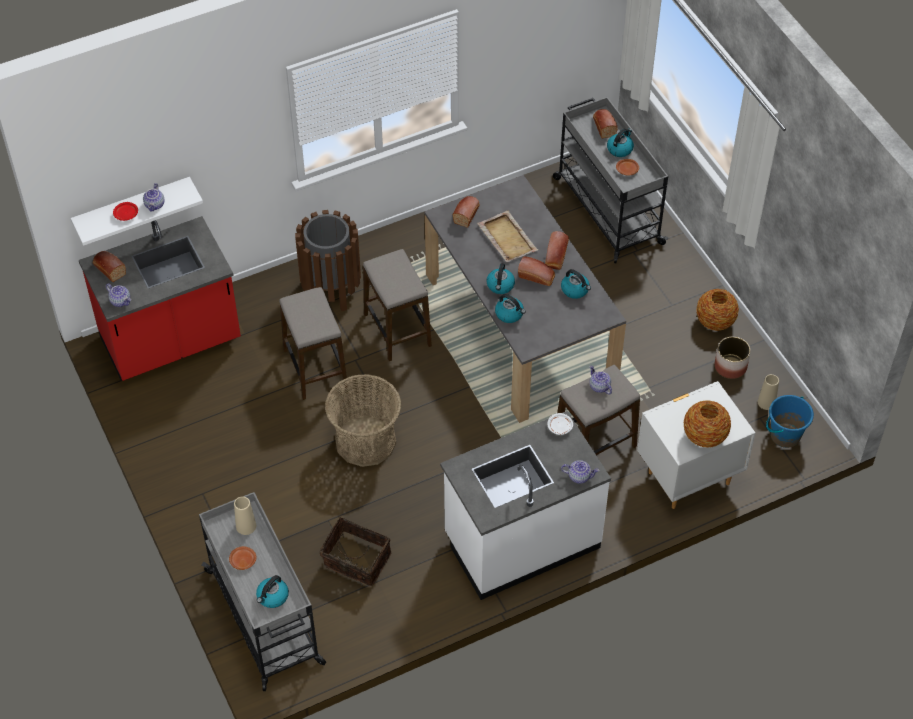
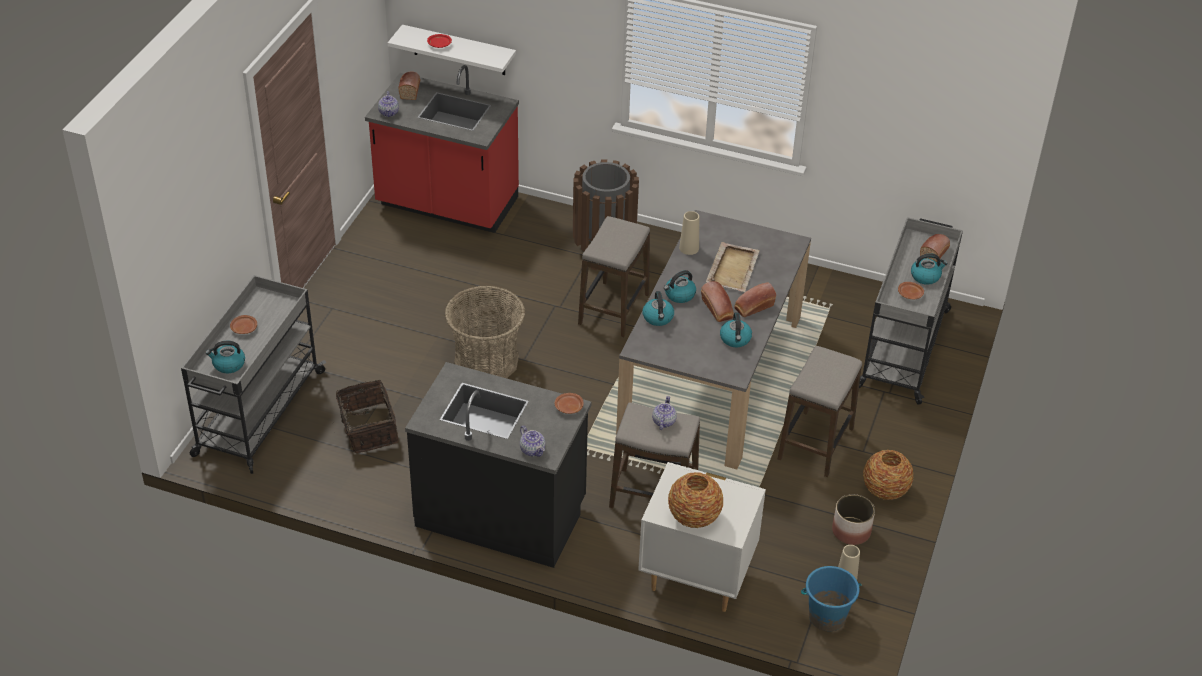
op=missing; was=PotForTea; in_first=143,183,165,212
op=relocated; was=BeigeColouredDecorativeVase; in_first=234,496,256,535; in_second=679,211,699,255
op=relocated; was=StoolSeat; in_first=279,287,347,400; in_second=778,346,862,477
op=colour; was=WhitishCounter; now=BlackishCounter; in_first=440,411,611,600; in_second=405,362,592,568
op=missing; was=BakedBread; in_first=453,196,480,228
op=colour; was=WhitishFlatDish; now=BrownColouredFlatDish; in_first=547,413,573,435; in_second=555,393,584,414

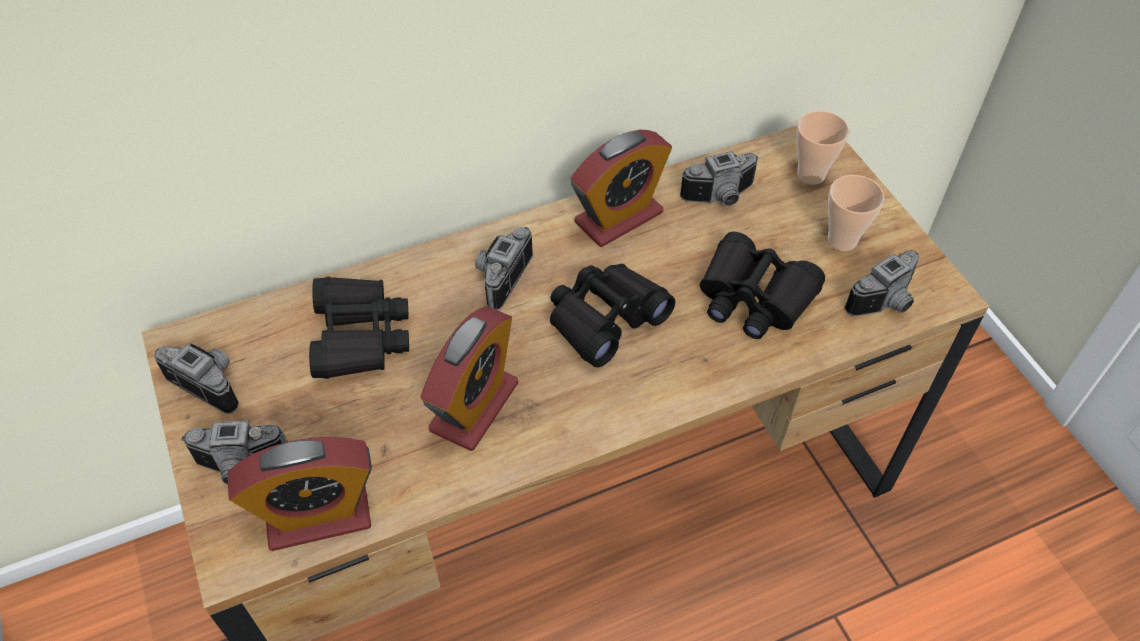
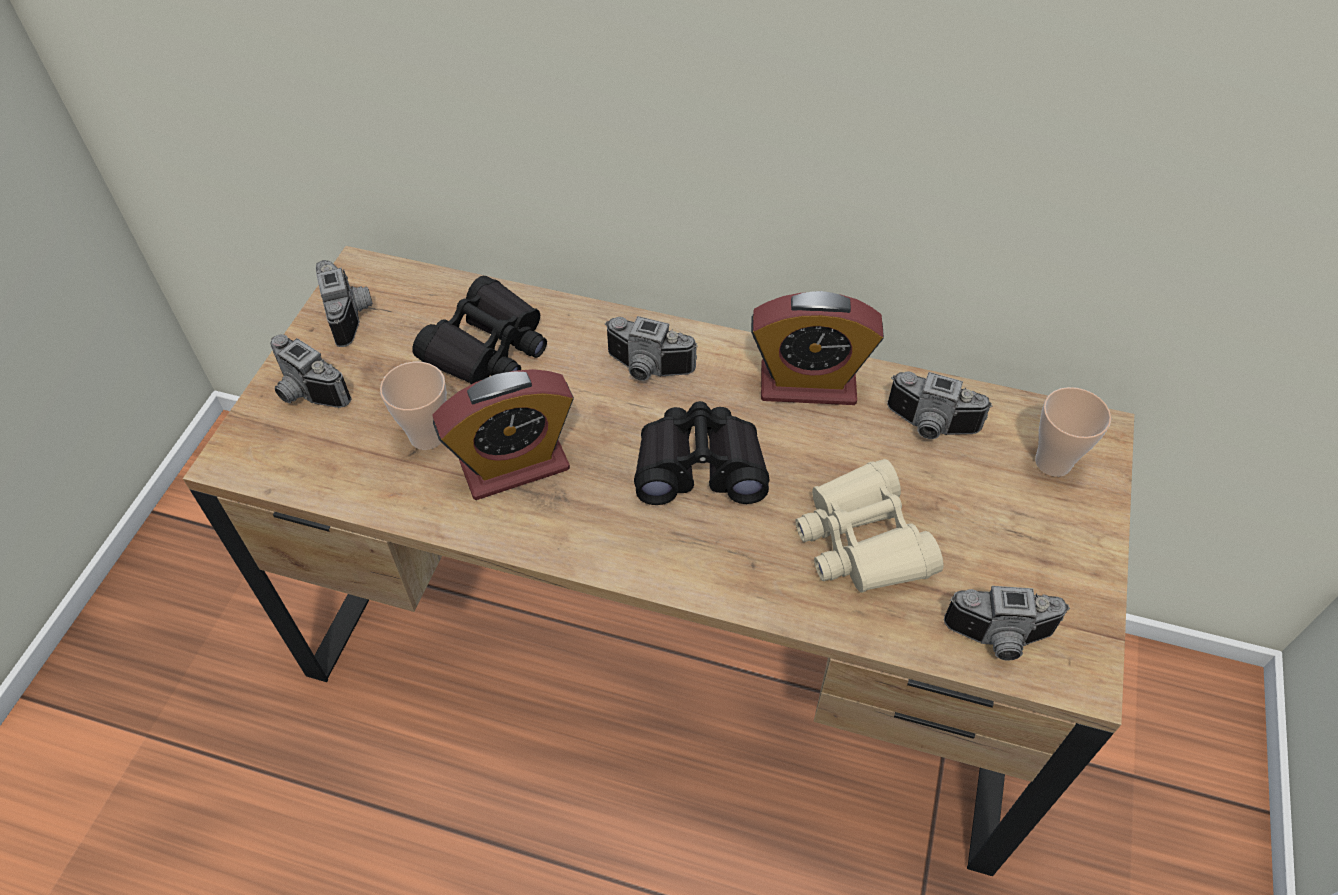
op=missing; was=AlarmClock; in_first=227,437,372,551
op=spun; was=PhotoCamera; in_first=475,227,533,310; in_second=605,316,698,381; clockwise=-135
op=colour; was=BlackishBinoculars; now=BeigeColouredBinoculars; in_first=700,232,825,339; in_second=795,459,944,593
op=relocated; was=SmallCup; in_first=828,175,885,251; in_second=380,362,447,450

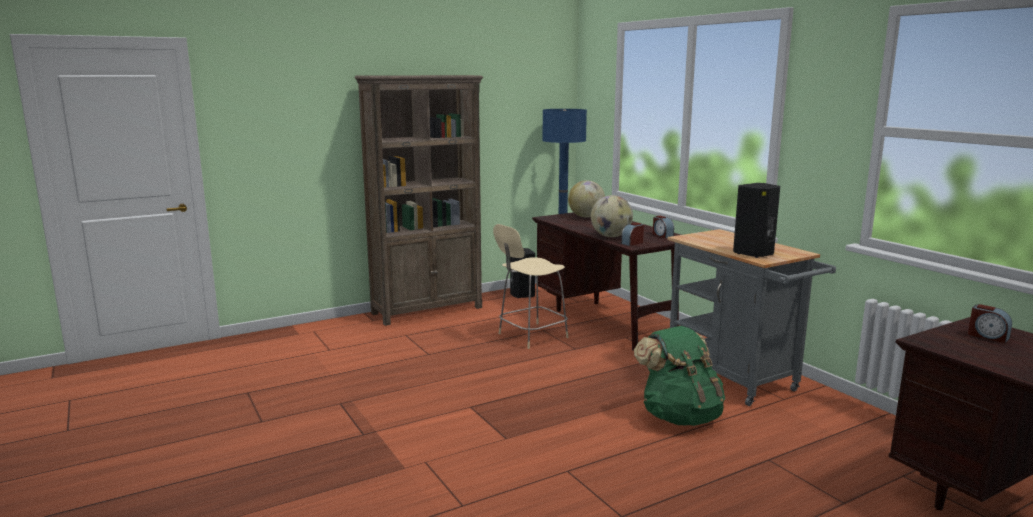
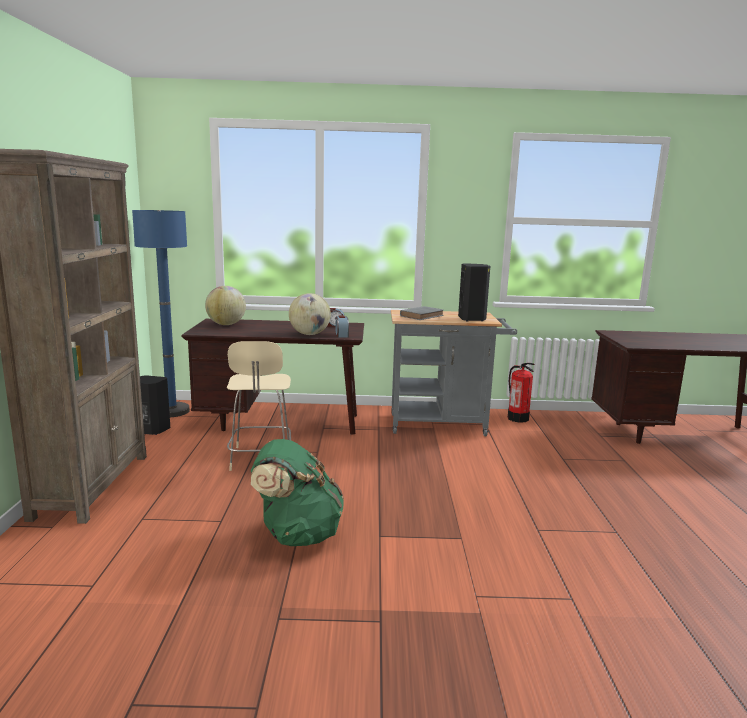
op=relocated; was=GreenishBackpack; in_first=634,326,725,426; in_second=251,439,344,546
op=missing; was=AlarmClock; in_first=968,304,1012,343
op=appeared; now=GrayBoundBook; in_second=400,306,444,320
op=appeared; now=FireExtinguisher; in_second=508,363,535,423

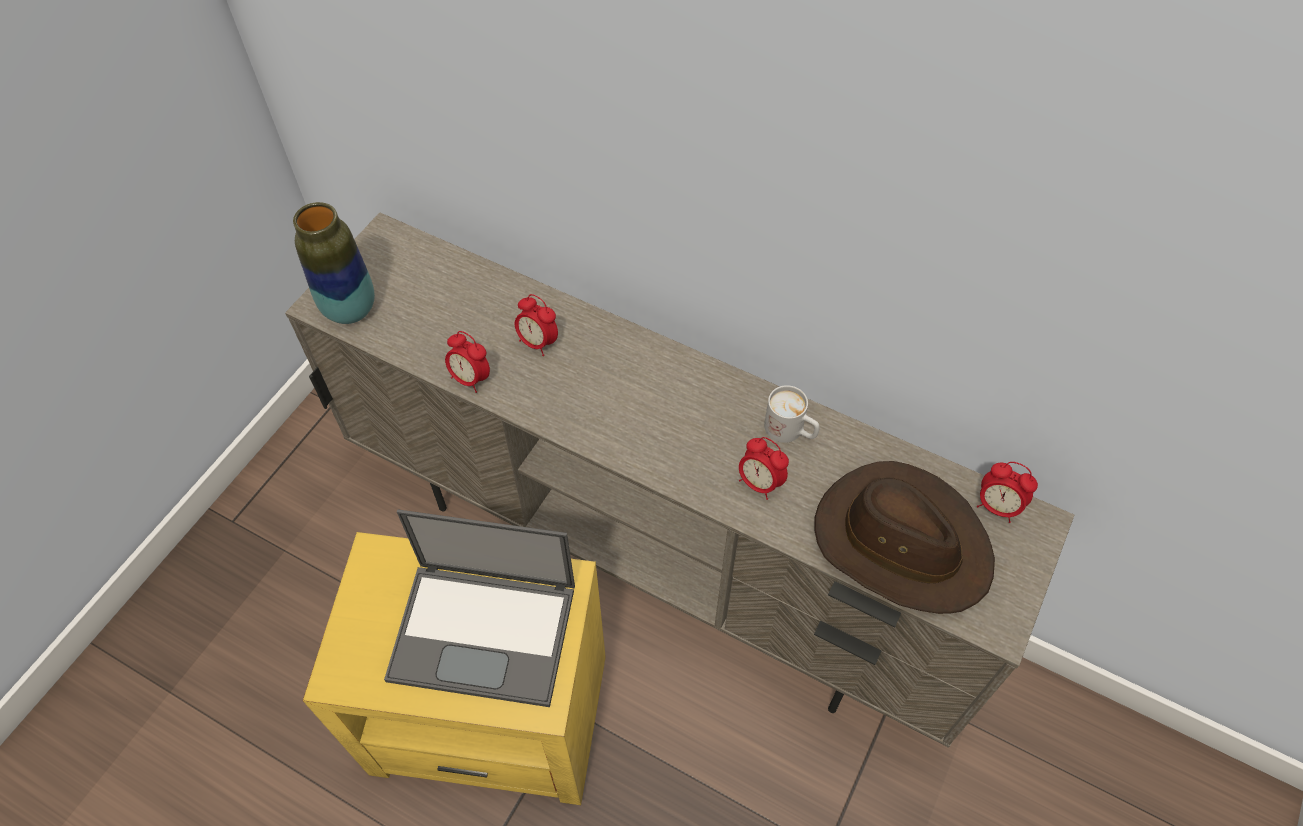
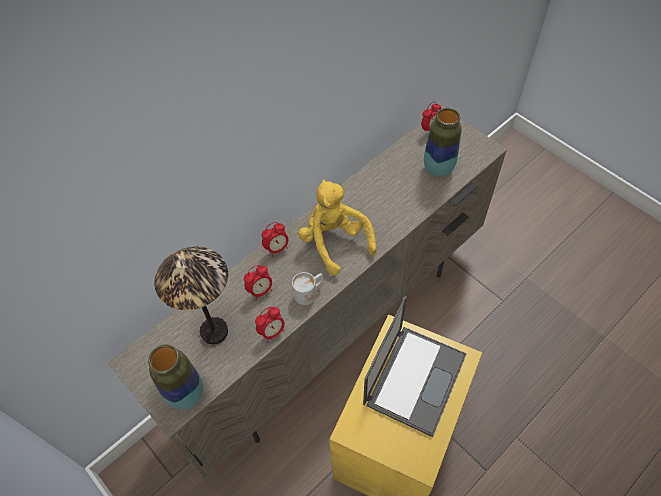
op=relocated; was=AlarmClock; in_first=739,437,789,500; in_second=261,222,289,257
op=relocated; was=WhitishMug; in_first=764,385,819,443; in_second=292,272,323,305
op=exchanged; was=BrownColouredWearableHat; now=DecorativeVase; in_first=814,461,995,614; in_second=424,108,462,177
op=appeared; now=LampForATable; in_second=154,247,228,344
op=appeared; now=YellowishCuddlyToy; in_second=298,180,376,276

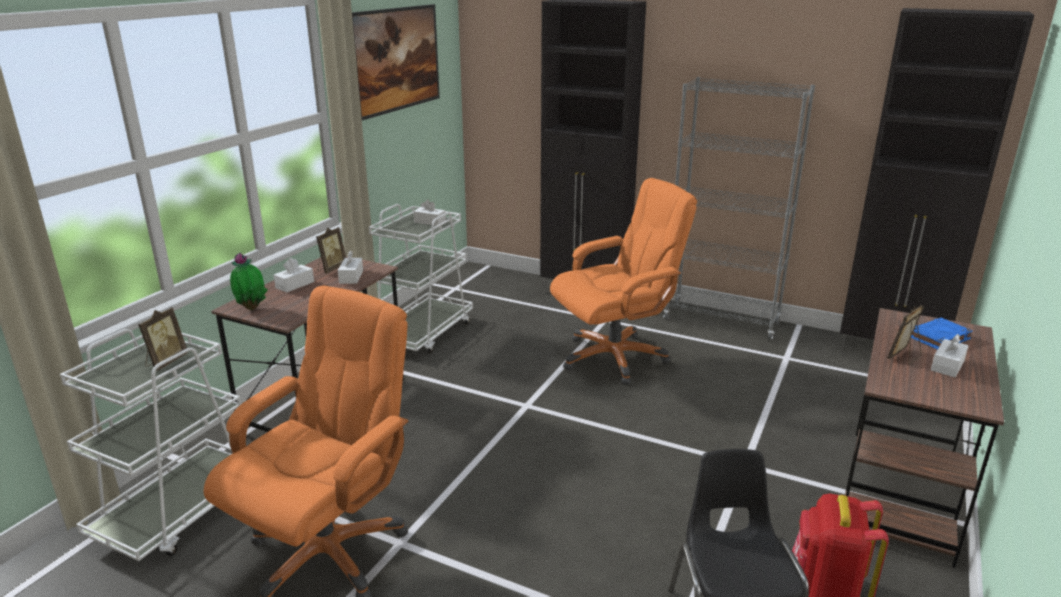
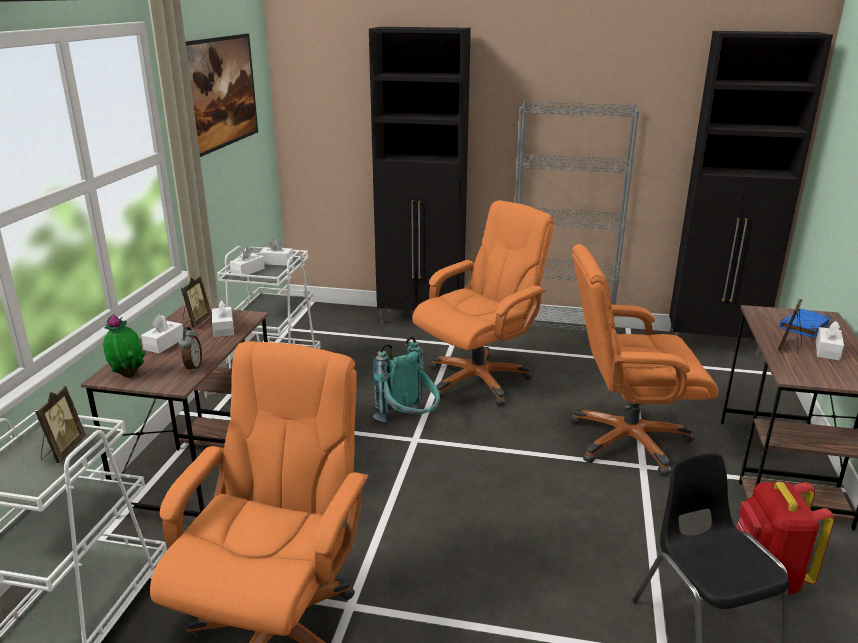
op=appeared; now=AlarmClock; in_second=179,327,202,372
op=appeared; now=WhitishBoxOfTissues; in_second=230,247,265,277
op=appeared; now=TurquoiseColouredBackpack; in_second=373,337,440,422
op=appeared; now=OrangeOfficeChair; in_second=570,244,719,476

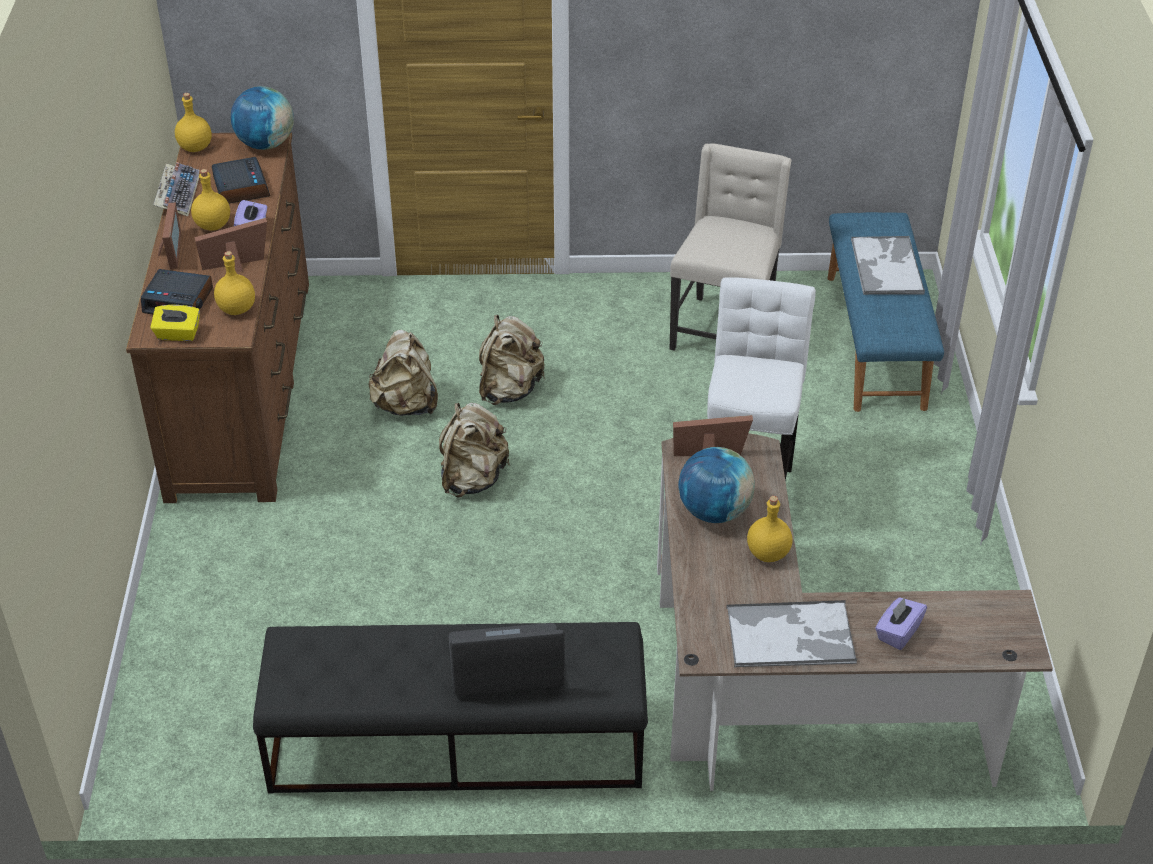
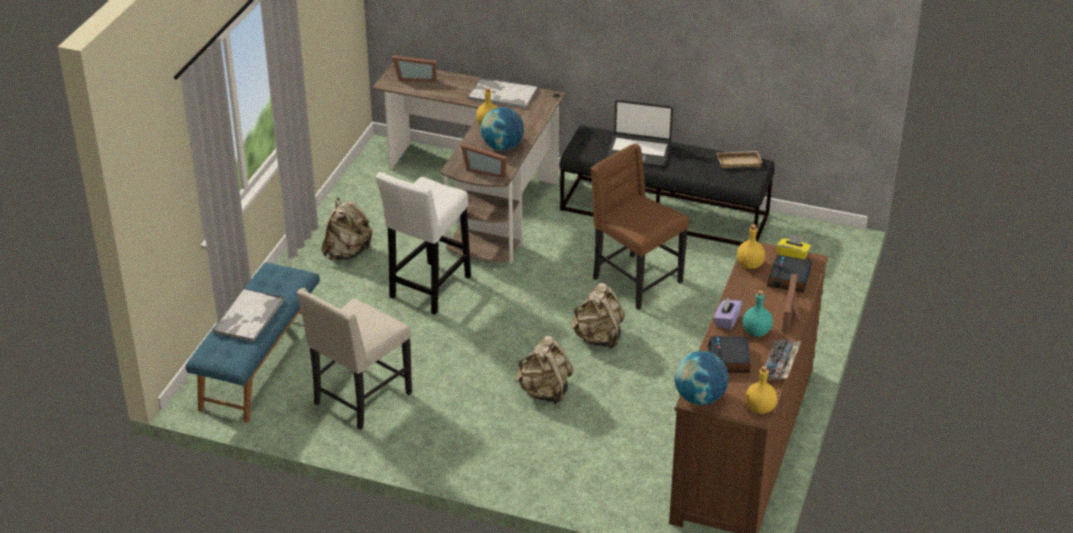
op=spun; was=AlarmClock; in_first=141,269,213,314; in_second=767,255,812,293; clockwise=-105
op=colour; was=YellowishDrinkBottle; now=TurquoiseColouredDrinkBottle; in_first=191,169,230,231; in_second=743,290,773,337
op=relocated; was=PhotoFrame; in_first=194,218,267,272; in_second=392,55,436,82
op=relocated; was=BeigeColouredBackpack; in_first=368,330,438,416; in_second=322,198,373,260
op=missing; was=PurplishBoxOfTissues; in_first=875,597,927,650
op=appeared; now=BrownColouredPlainChair; in_second=591,144,689,310
op=appeared; now=BeigeColouredCarryingTray; in_second=716,151,763,168

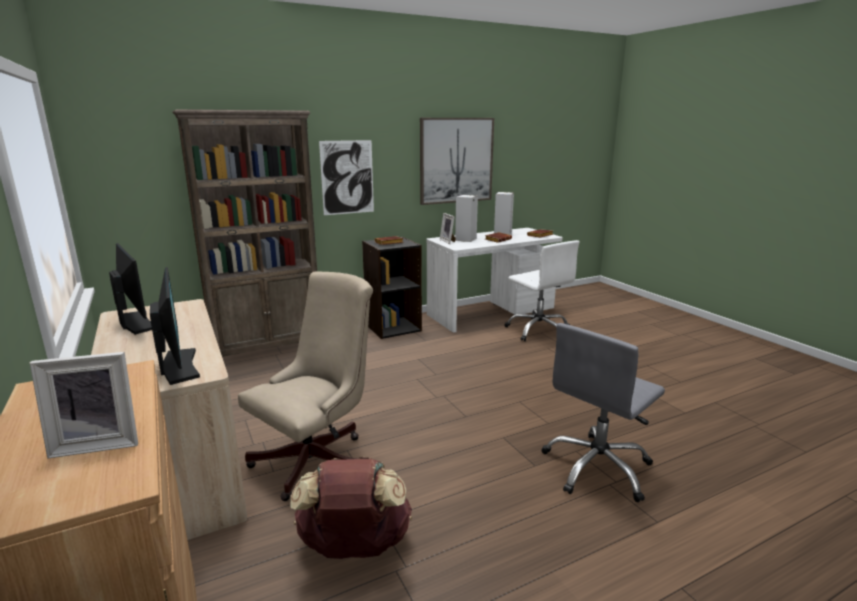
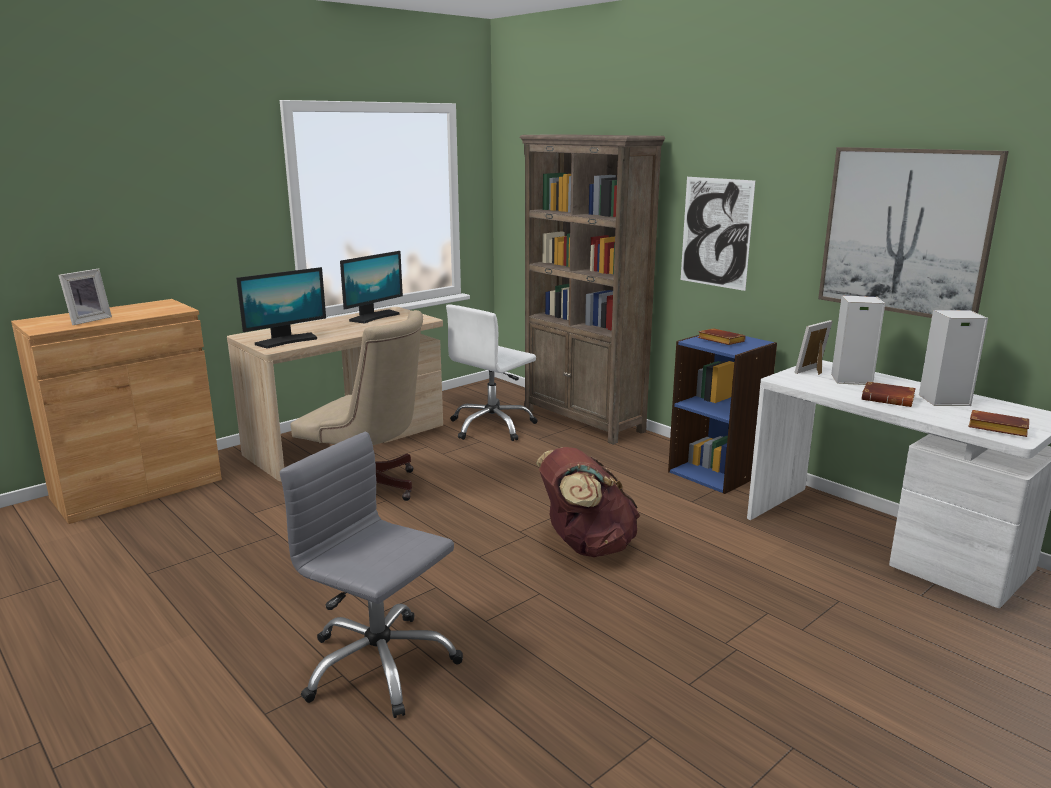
op=spun; was=PhotoFrame; in_first=30,352,138,458; in_second=59,269,112,325; clockwise=-120
op=relocated; was=BrownColouredBackpack; in_first=291,456,412,559; in_second=536,447,640,557
op=colour; was=BlackishBookshelf; now=BluishBookshelf; in_first=362,237,422,339; in_second=668,335,777,494
op=relocated; was=WhitishOfficeChair; in_first=505,240,580,341; in_second=446,304,538,441

